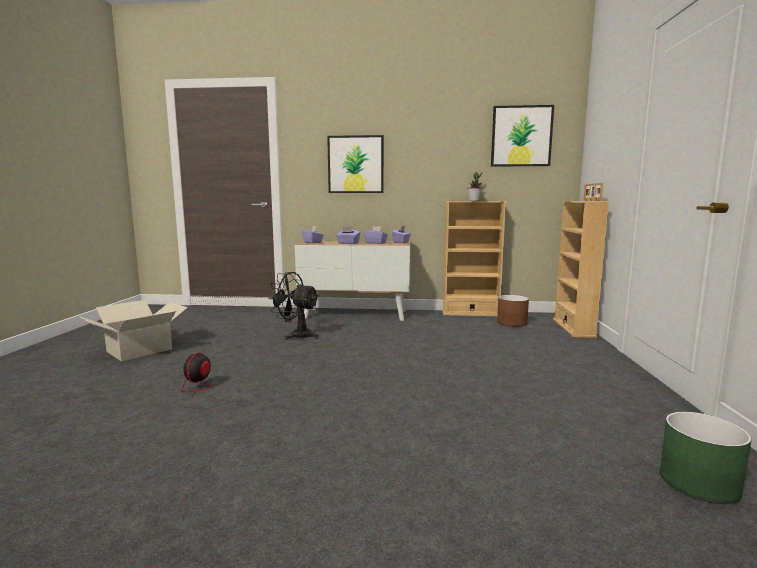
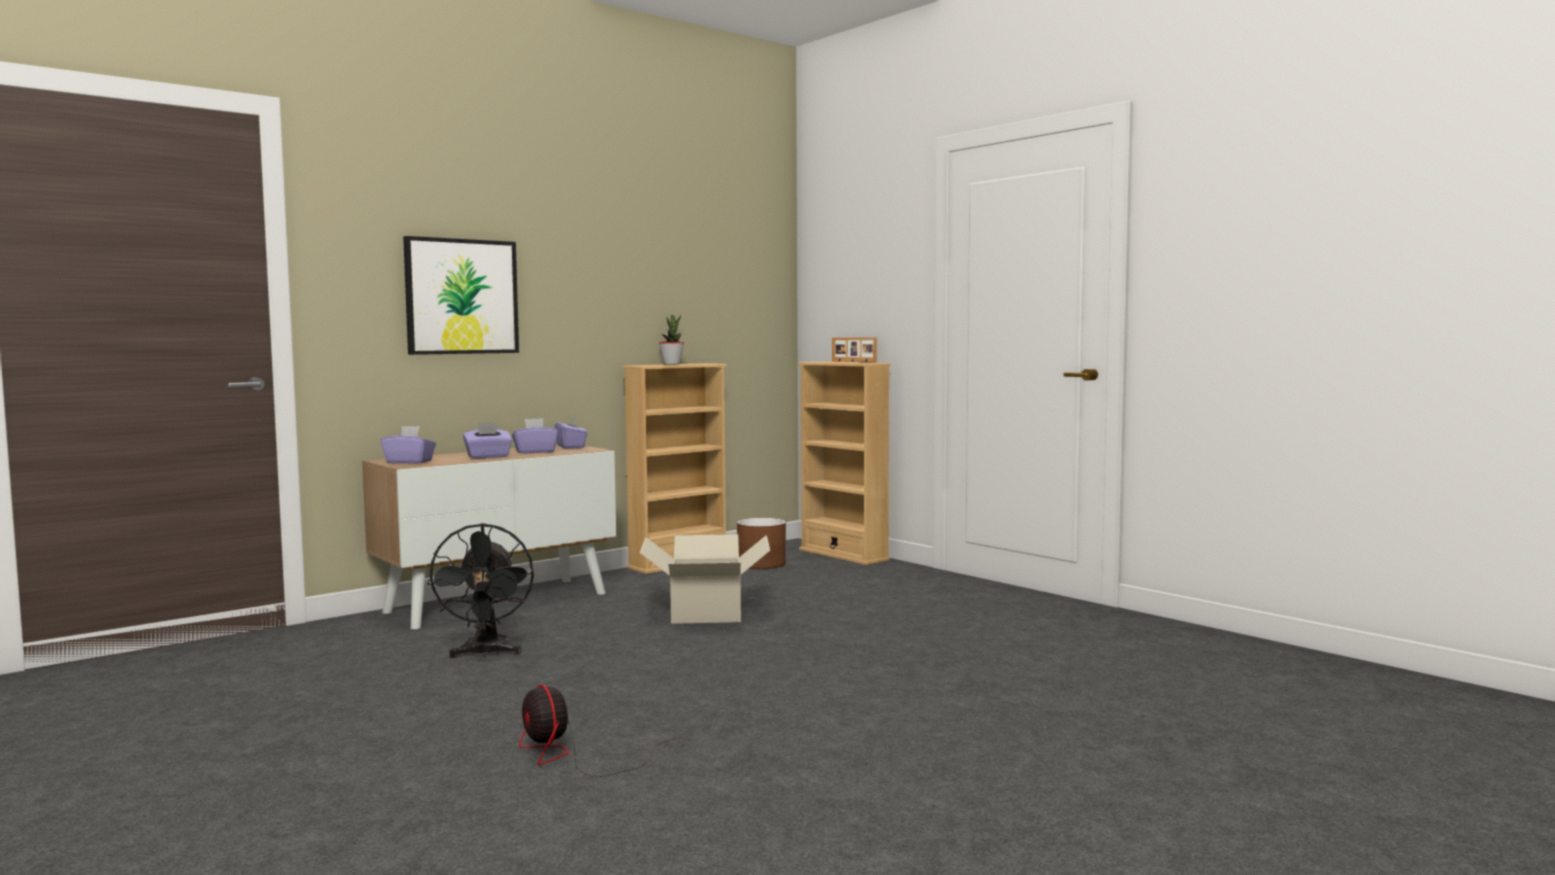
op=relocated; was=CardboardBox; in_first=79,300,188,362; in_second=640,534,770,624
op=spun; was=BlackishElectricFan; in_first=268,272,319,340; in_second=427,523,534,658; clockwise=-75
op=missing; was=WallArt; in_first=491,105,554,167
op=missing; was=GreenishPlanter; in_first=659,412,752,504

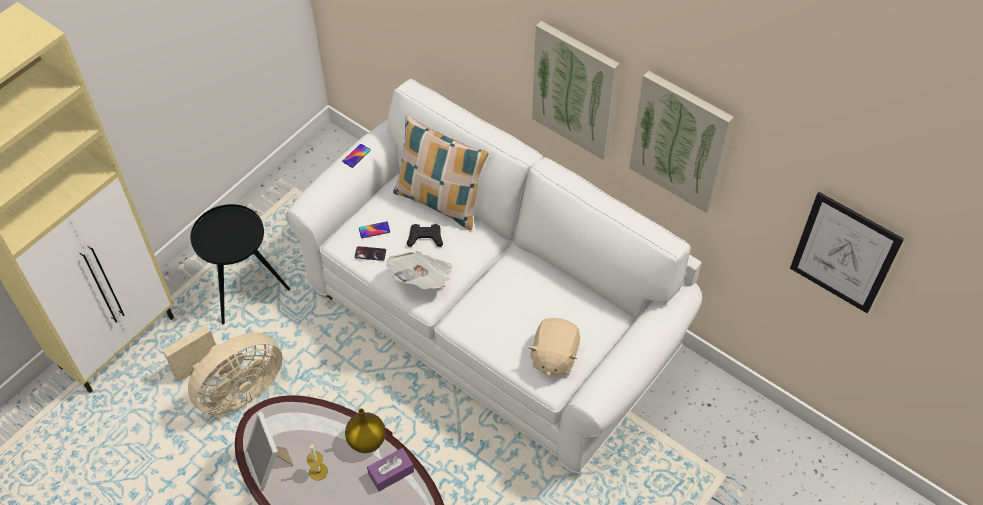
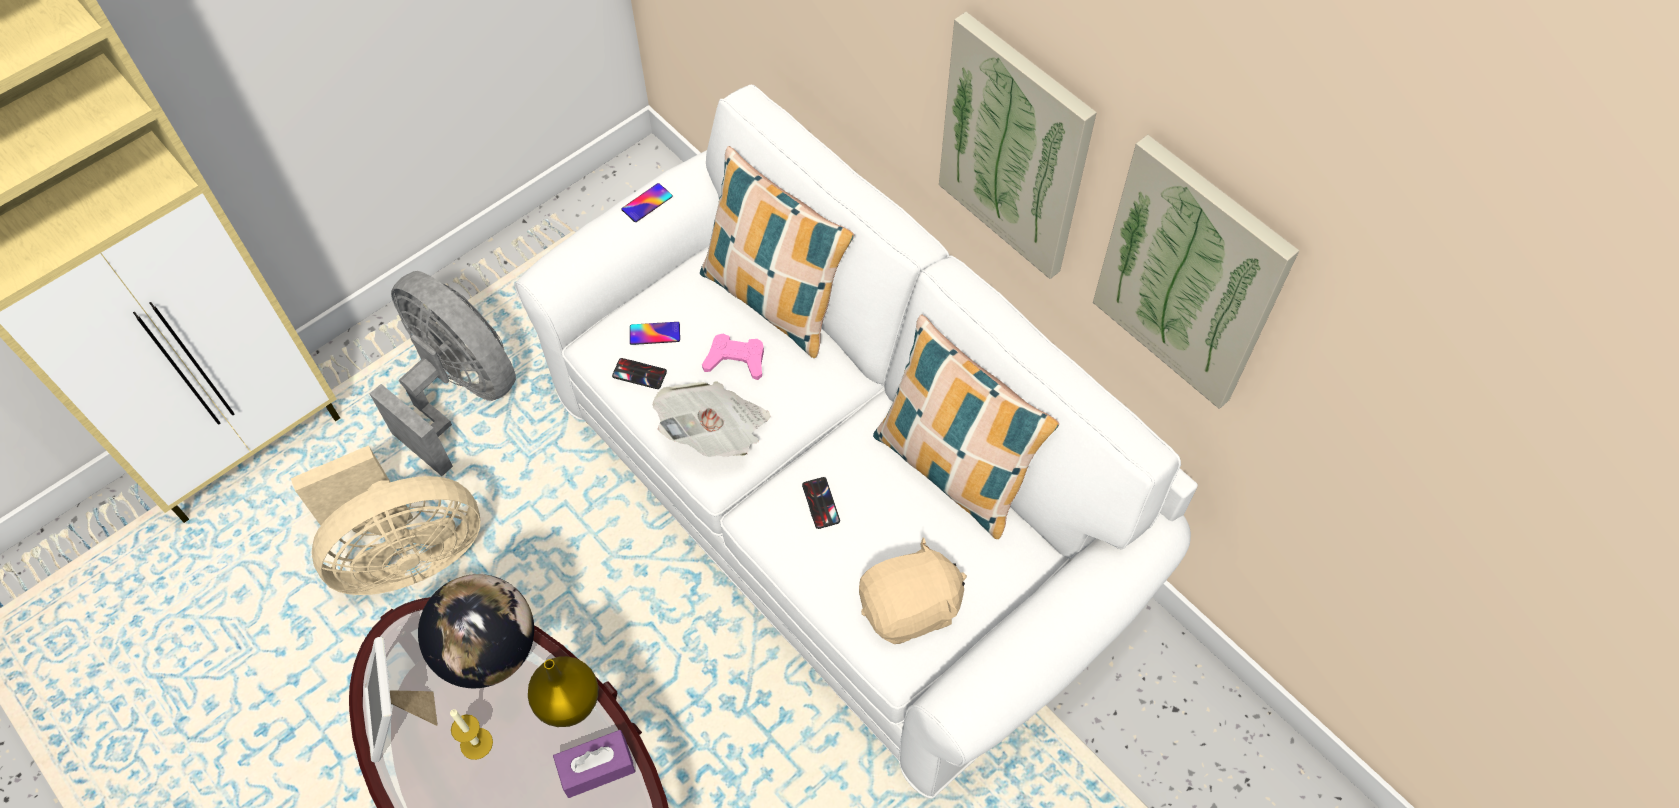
op=exchanged; was=BlackishEndTable; now=GrayElectricFan; in_first=190,204,290,324; in_second=369,271,516,476
op=colour; was=BlackishGamepad; now=PinkGamepad; in_first=407,224,443,247; in_second=702,334,764,380
op=spun; was=BeigeColouredCuddlyToy; in_first=528,318,580,376; in_second=859,537,967,644; clockwise=-135
op=missing; was=WallArt; in_first=790,192,904,313
op=appeared; now=DeskGlobe; in_second=418,574,534,688
op=appeared; now=Phone; in_second=802,477,840,529
op=appeared; now=Cushion; in_second=873,314,1059,539

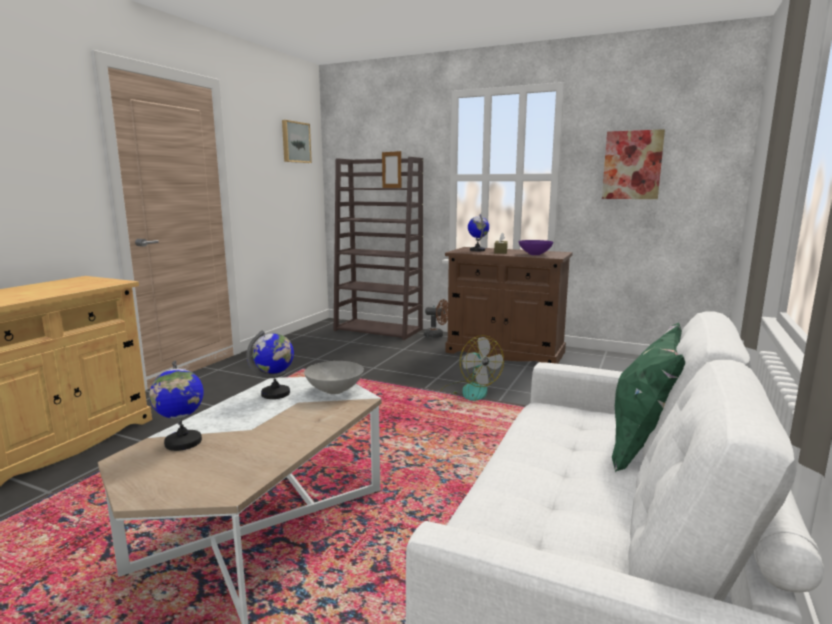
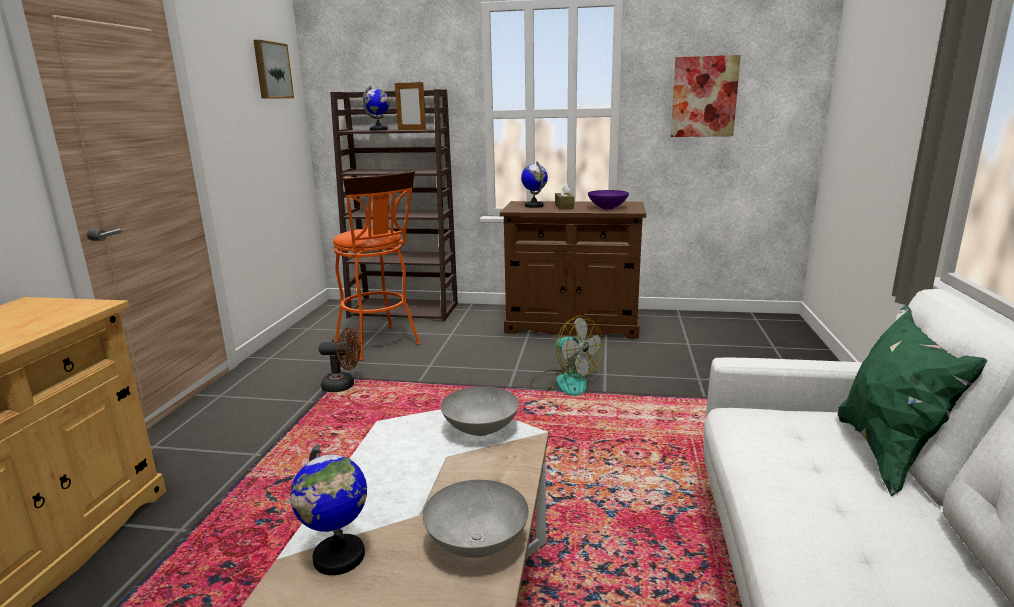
op=relocated; was=DeskGlobe; in_first=247,330,294,399; in_second=362,86,389,131
op=relocated; was=BrownColouredElectricFan; in_first=424,299,448,338; in_second=319,327,361,392
op=appeared; now=OrangeStoolSeat; in_second=333,171,421,361
op=appeared; now=GrayBowl; in_second=422,479,529,558

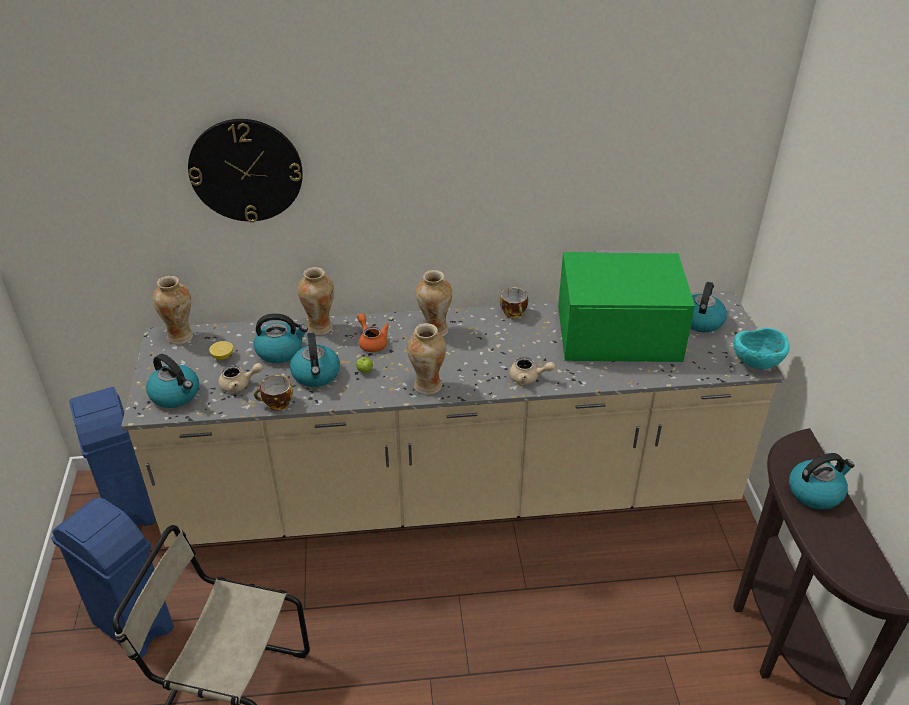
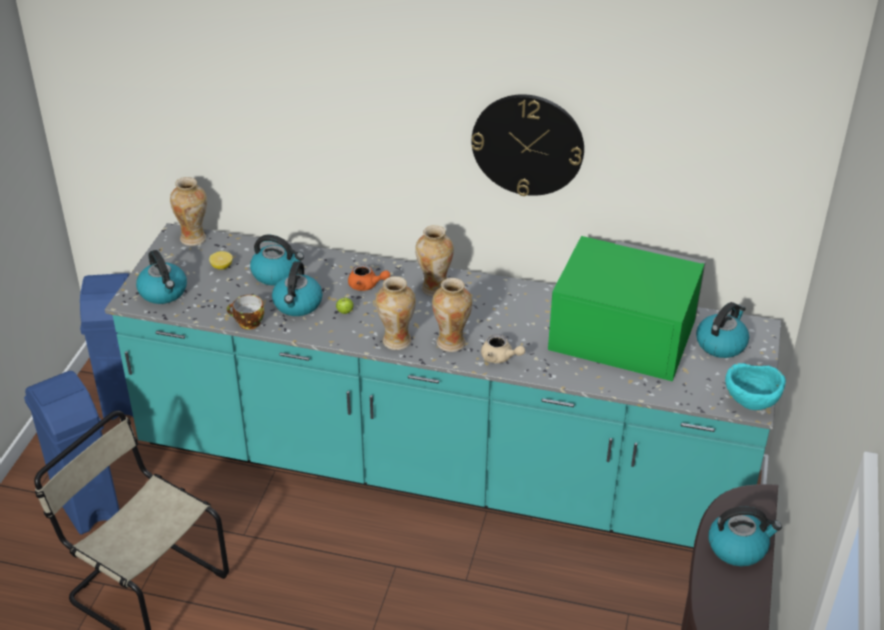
op=colour; was=BeigeColouredCounter; now=TurquoiseColouredCounter; in_first=121,290,784,547; in_second=105,223,781,549
op=relocated; was=WallClock; in_first=188,119,303,223; in_second=471,94,584,196
op=missing; was=BeigeColouredPotForTea; in_first=218,363,263,393
op=relocated; was=DecorativeVase; in_first=297,267,334,335; in_second=432,278,472,352
op=spun; was=OrangePotForTea; in_first=357,314,389,352; in_second=348,264,390,291; clockwise=120
op=missing; was=SmallCup; in_first=500,287,528,318

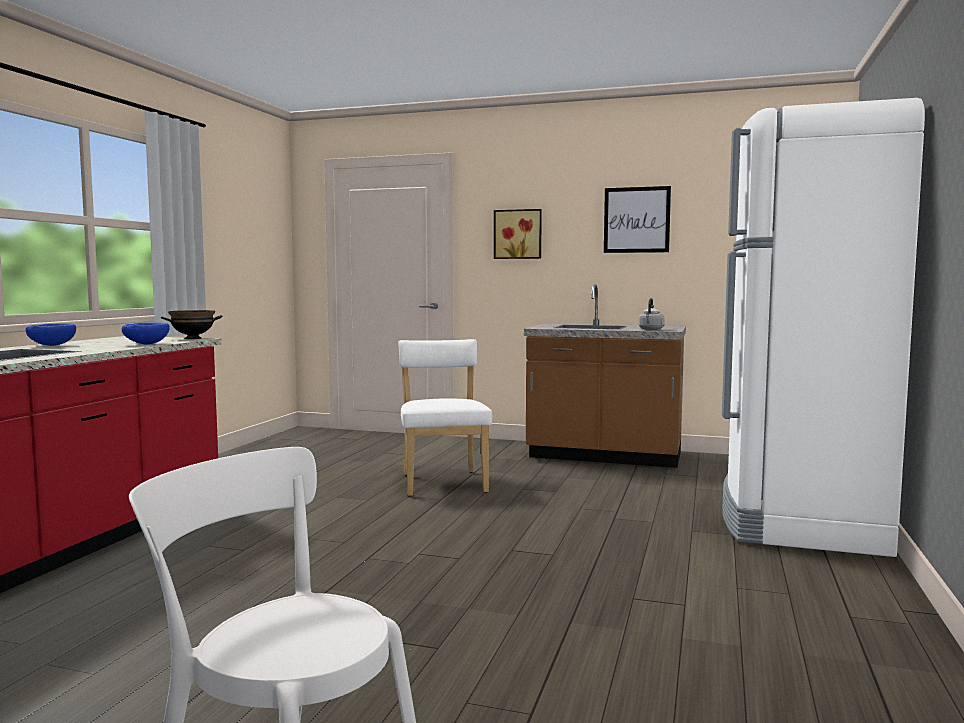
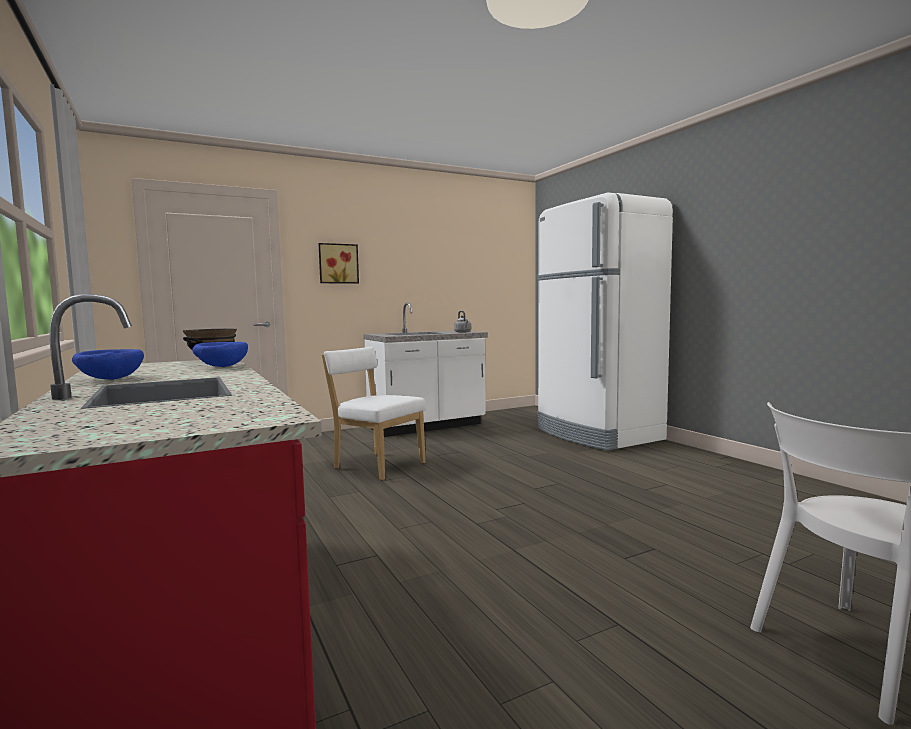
op=colour; was=BrownColouredCounter; now=WhitishCounter; in_first=524,284,686,468; in_second=363,303,488,437
op=missing; was=WallArt; in_first=604,186,671,253

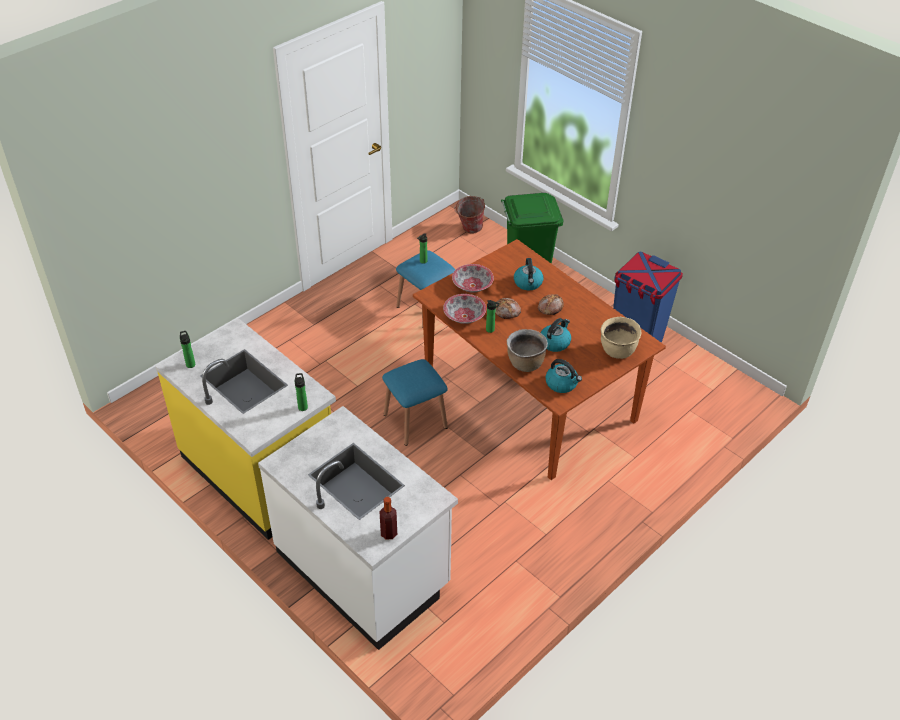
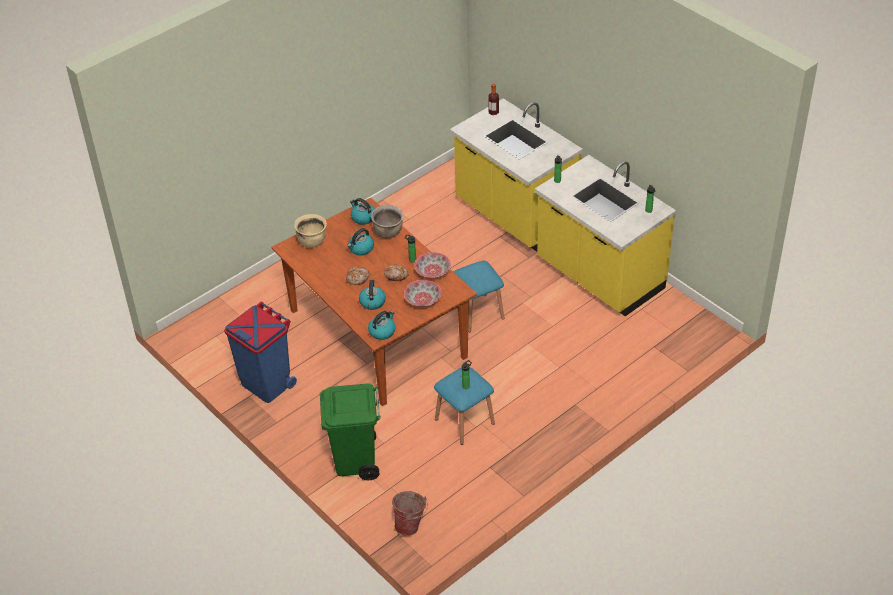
op=colour; was=WhitishCounter; now=YellowishCounter; in_first=258,406,458,650; in_second=450,98,583,252
op=appeared; now=WaterKettle; in_second=368,311,396,340

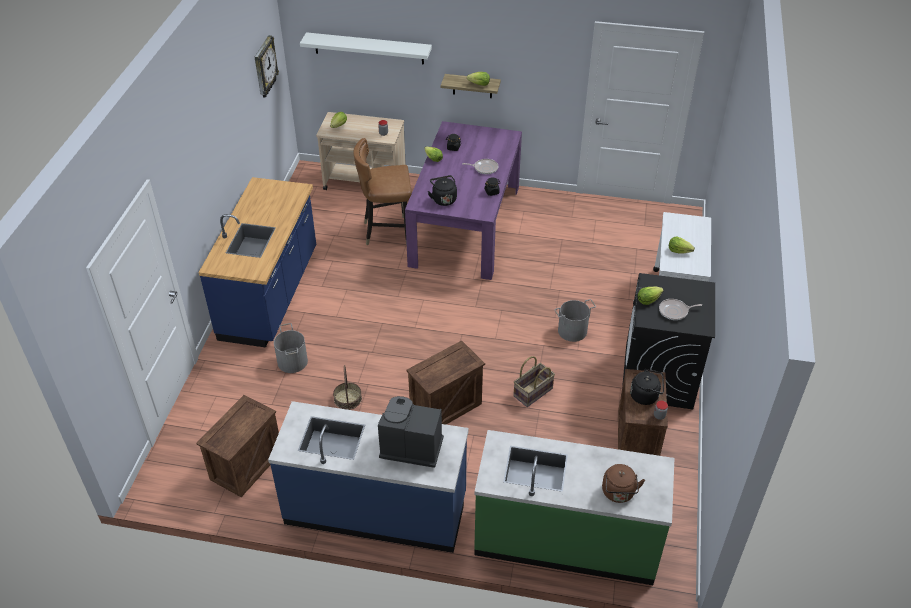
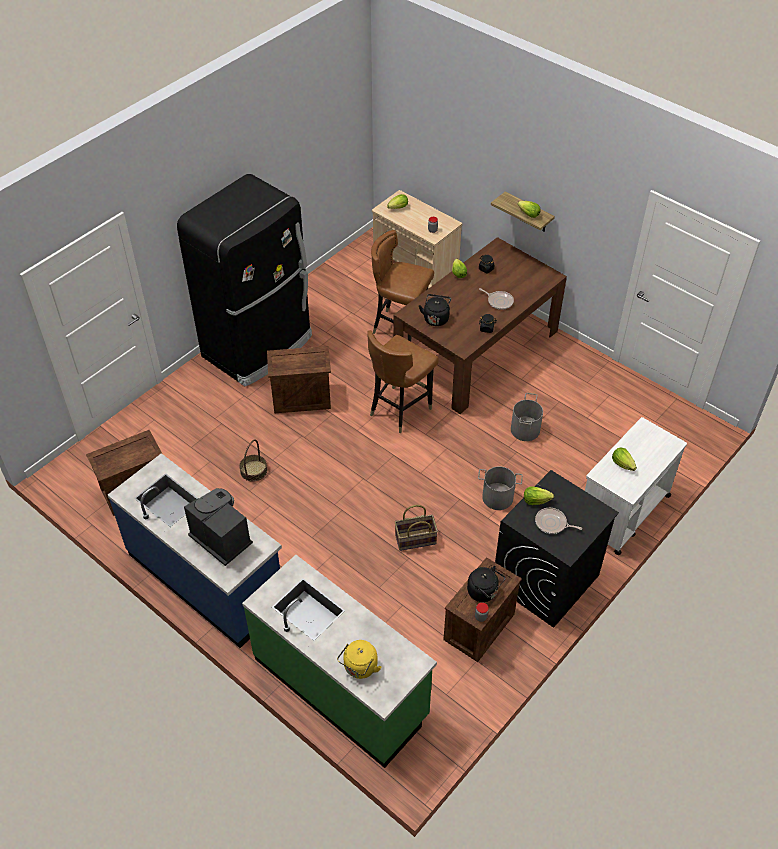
op=exchanged; was=BluishCounter; now=BlackishRefrigerator; in_first=198,177,316,347; in_second=177,174,312,386
op=missing; was=WallClock; in_first=255,35,279,98
op=relocated; was=GrayPail; in_first=274,323,308,373; in_second=511,393,543,441
op=missing; was=WhitishShelf; in_first=300,32,432,64
op=colour; was=PurplishDiningTable; now=BrownColouredDiningTable; in_first=405,121,522,280; in_second=394,237,567,414
op=relocated; was=PackingCrate; in_first=406,340,485,424; in_second=267,346,331,414
op=colour; was=BrownColouredWaterKettle; now=YellowishWaterKettle; in_first=602,464,645,503; in_second=337,640,381,679
op=appeared; now=BrownColouredPlainChair; in_second=367,330,439,433

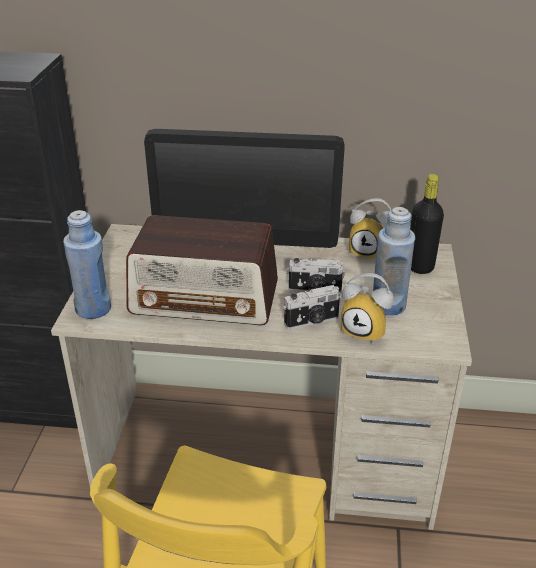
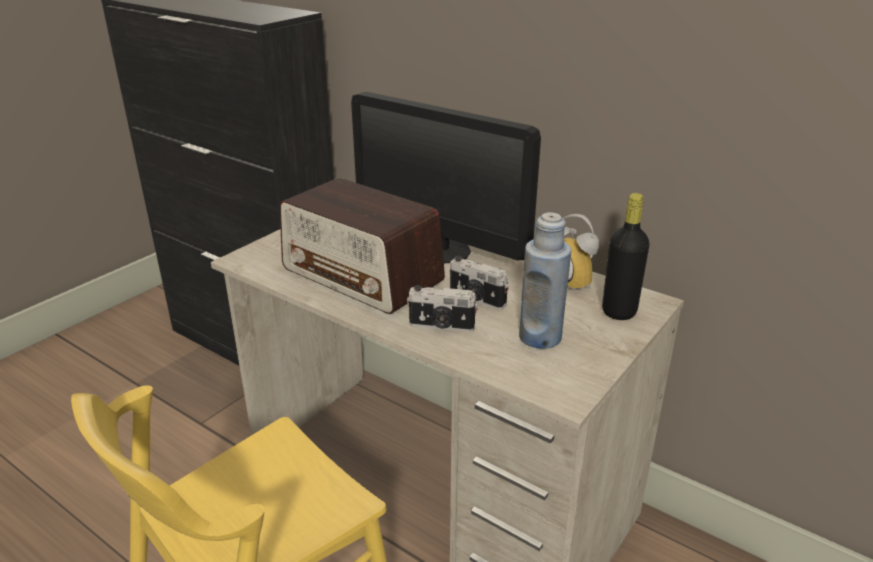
op=missing; was=BluishDrinkBottle; in_first=63,210,111,319
op=missing; was=AlarmClock; in_first=341,273,394,344

